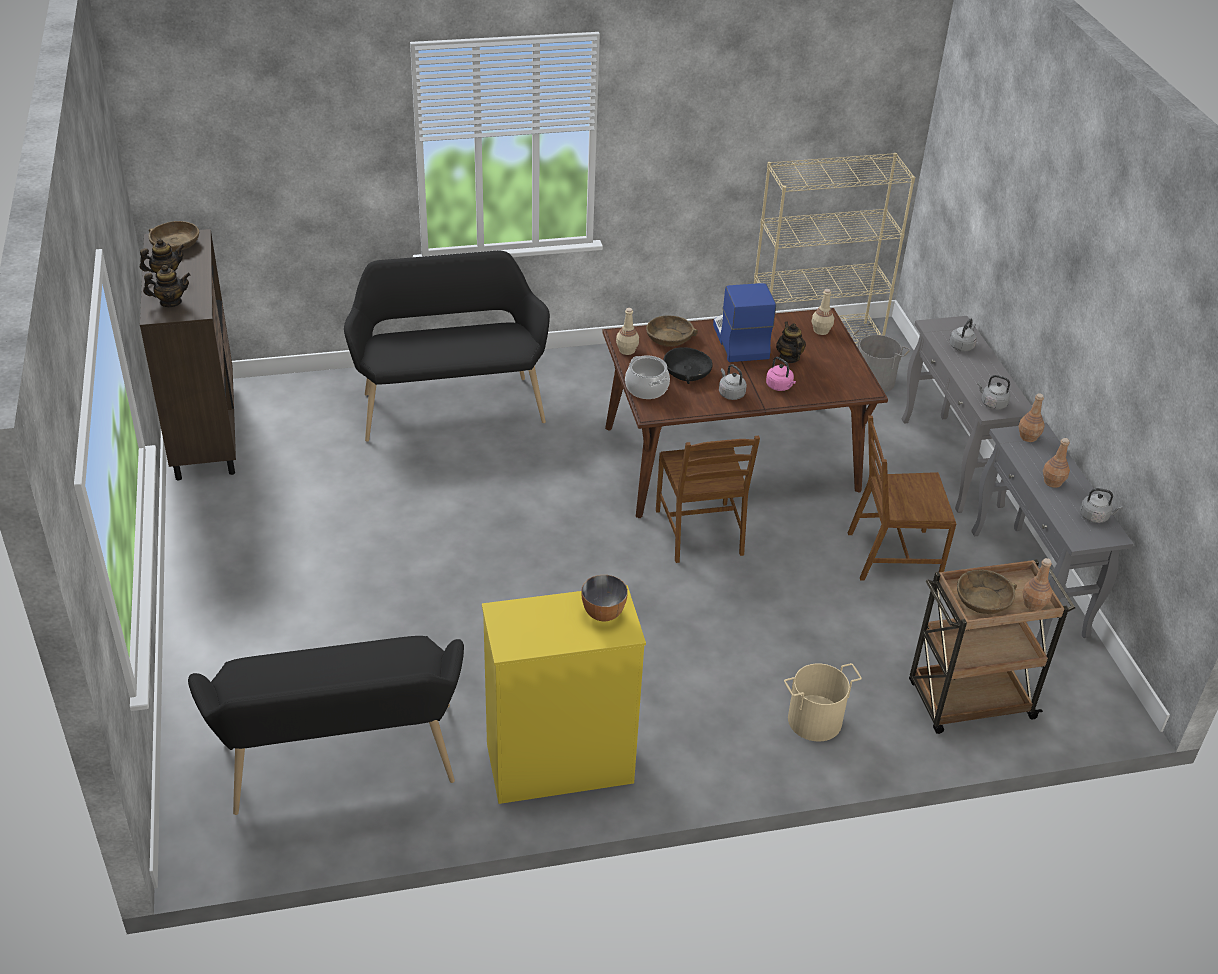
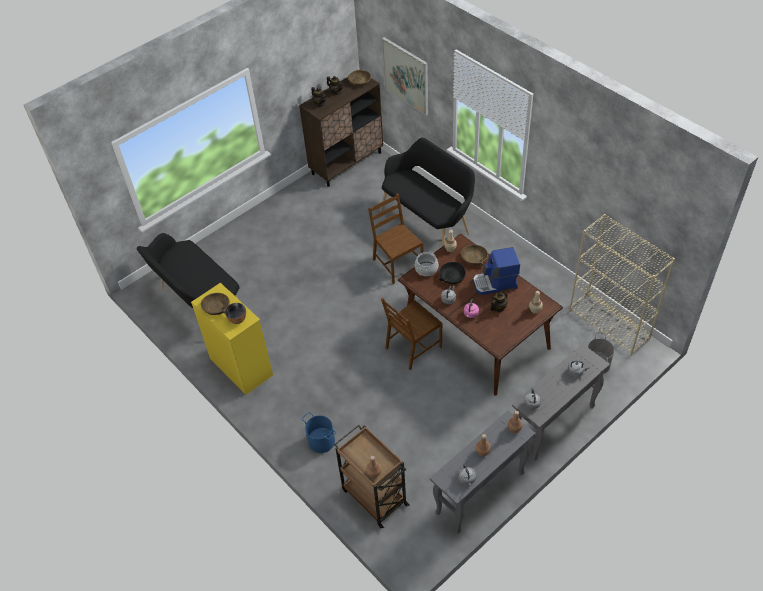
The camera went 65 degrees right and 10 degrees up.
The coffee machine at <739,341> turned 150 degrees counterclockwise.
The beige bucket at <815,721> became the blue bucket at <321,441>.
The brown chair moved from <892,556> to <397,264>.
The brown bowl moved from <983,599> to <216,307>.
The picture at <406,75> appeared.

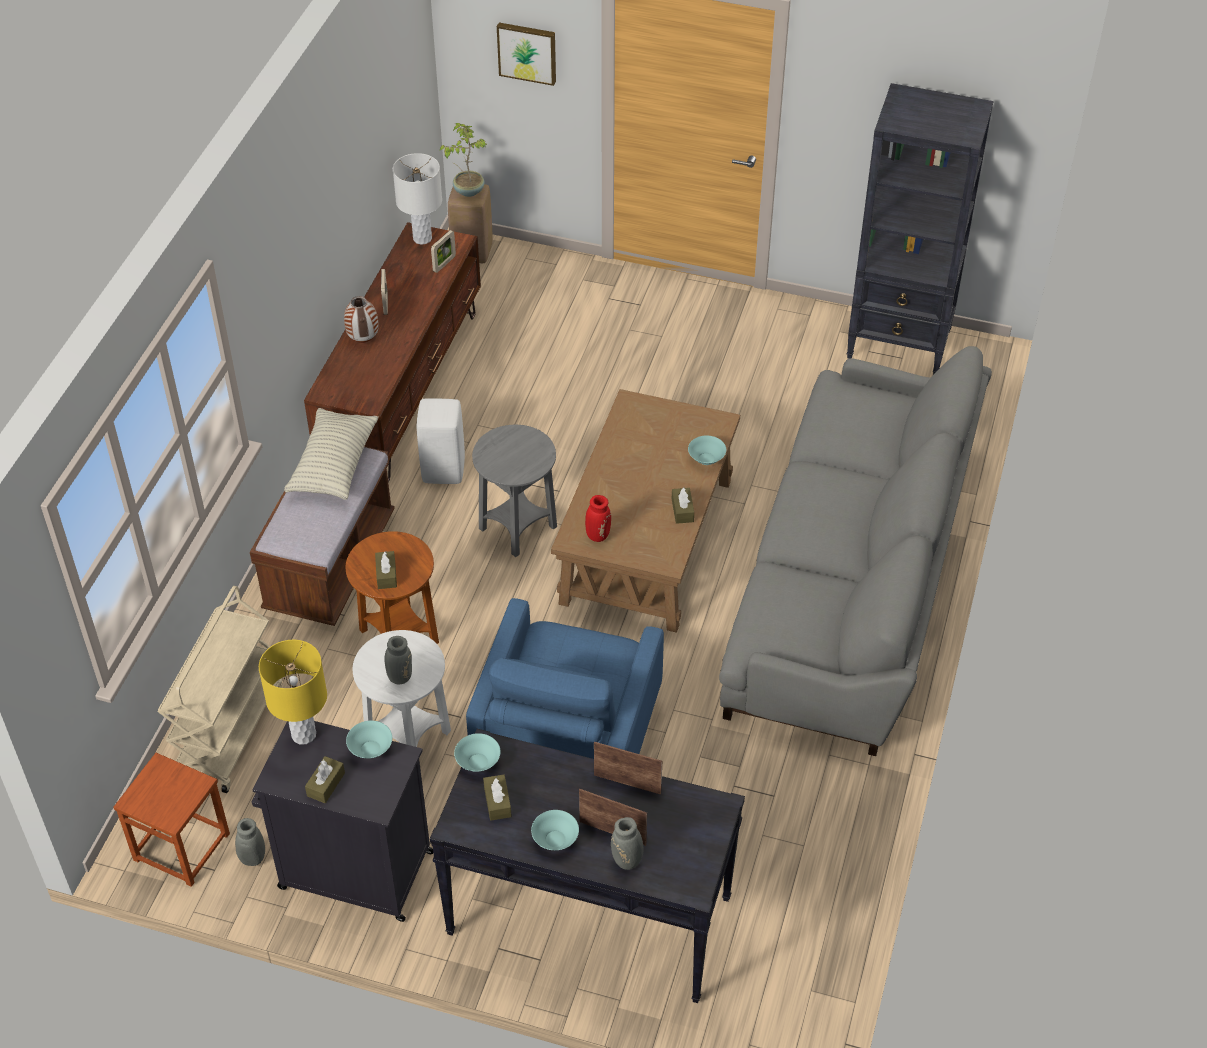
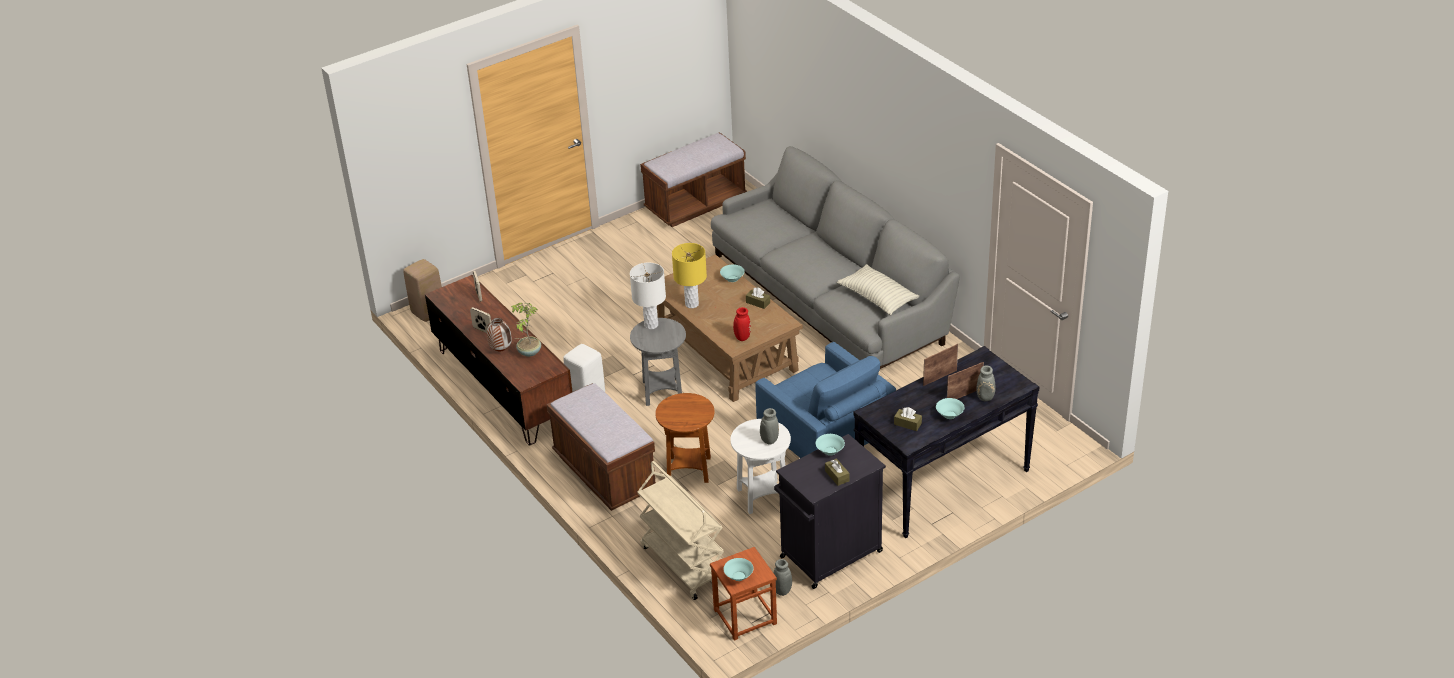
The camera went 50 degrees left and 10 degrees down.
The yellow table lamp moved from <303,735> to <692,304>.
The pillow moved from <333,465> to <877,298>.
The brown tissue box at <386,575> disappeared.
The white table lamp moved from <422,238> to <651,325>.
The potted plant moved from <468,190> to <529,352>.
The turquoise bowl moved from <478,761> to <738,576>.
The picture at <527,52> disappeared.
The black bookcase at <900,344> was replaced by the brown bench at <695,204>.

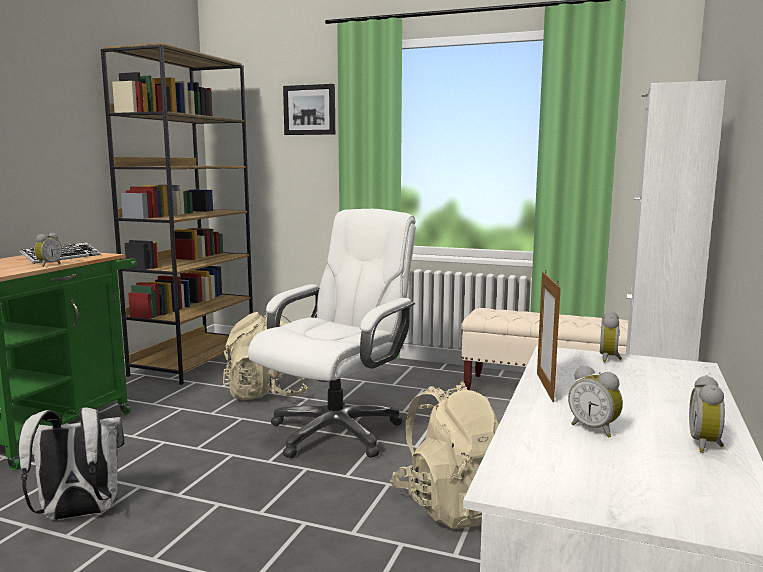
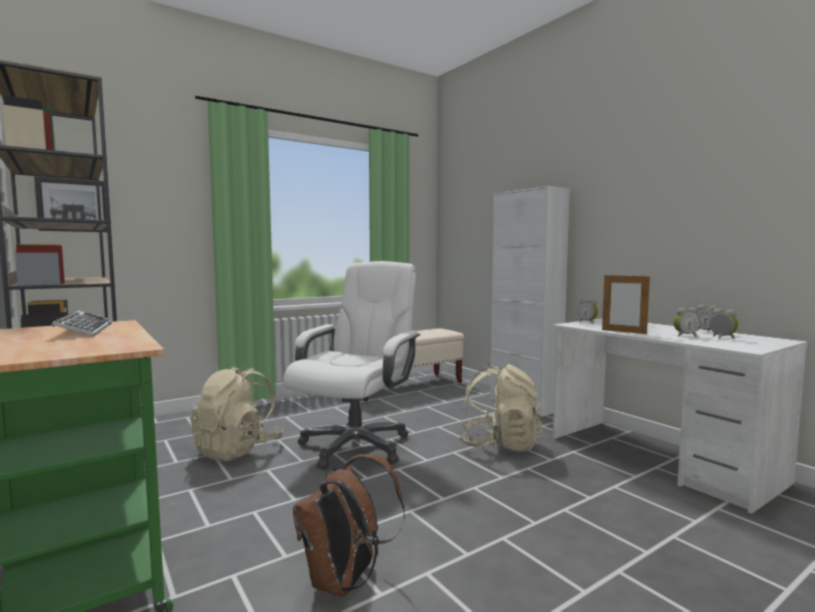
The camera went 55 degrees left and 5 degrees down.
The white backpack at <77,515> became the brown backpack at <345,582>.
The alarm clock moved from <48,265> to <721,338>.
The white office chair at <336,431> turned 45 degrees clockwise.
The picture moved from <310,110> to <73,205>.

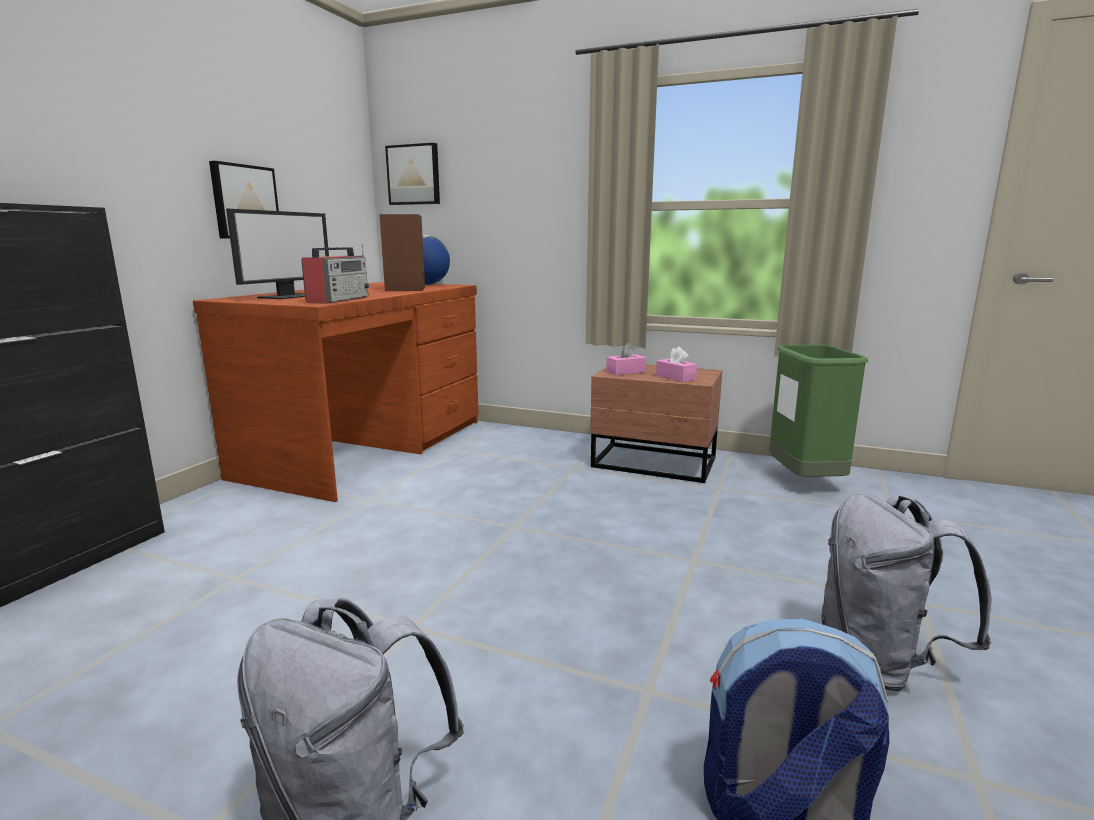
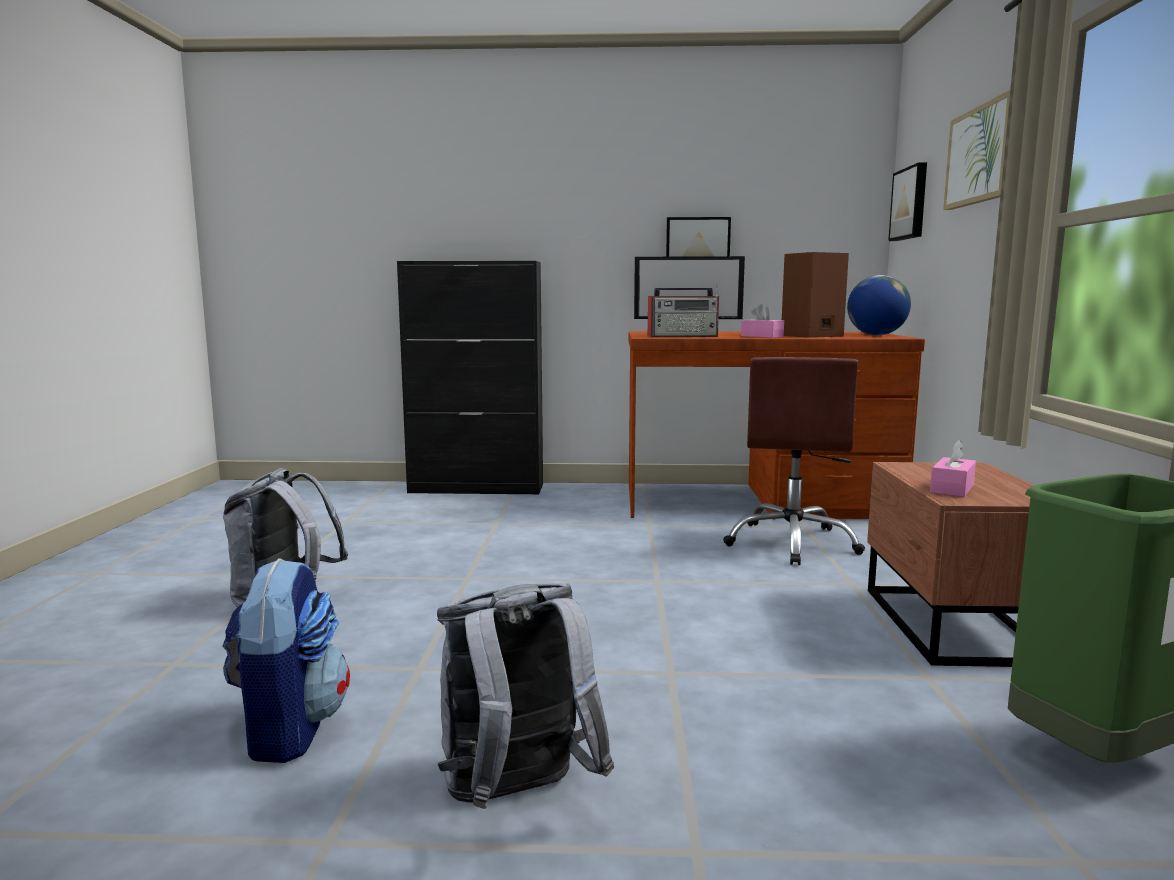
The camera went 70 degrees right and 5 degrees down.
The pink tissue box moved from <625,372> to <762,336>.
The brown office chair at <792,543> appeared.
The picture at <981,155> appeared.

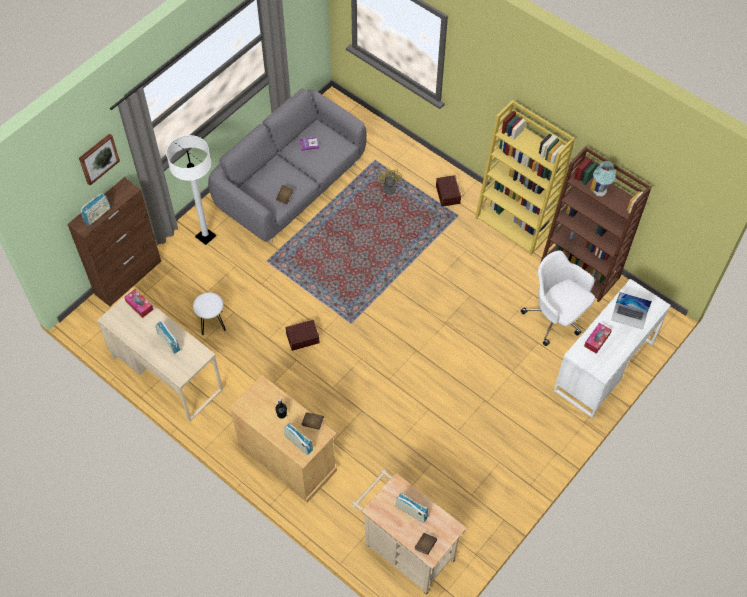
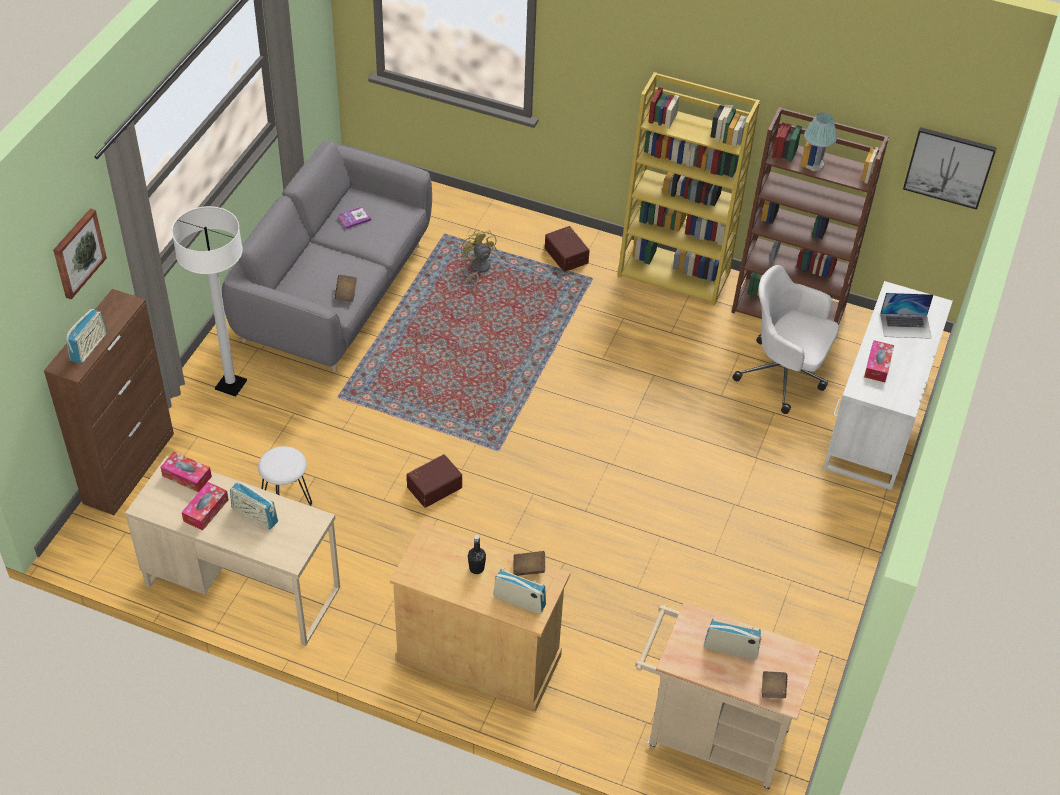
The camera went 20 degrees left and 10 degrees down.
The tissue box at <206,510> appeared.
The picture at <949,167> appeared.

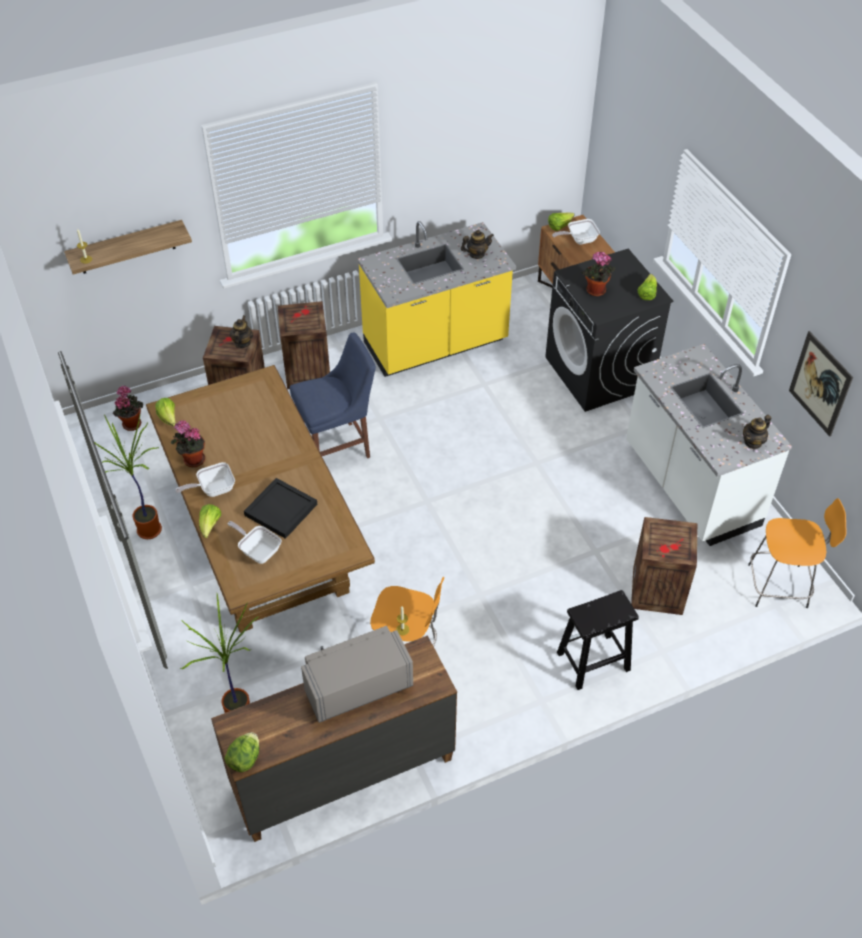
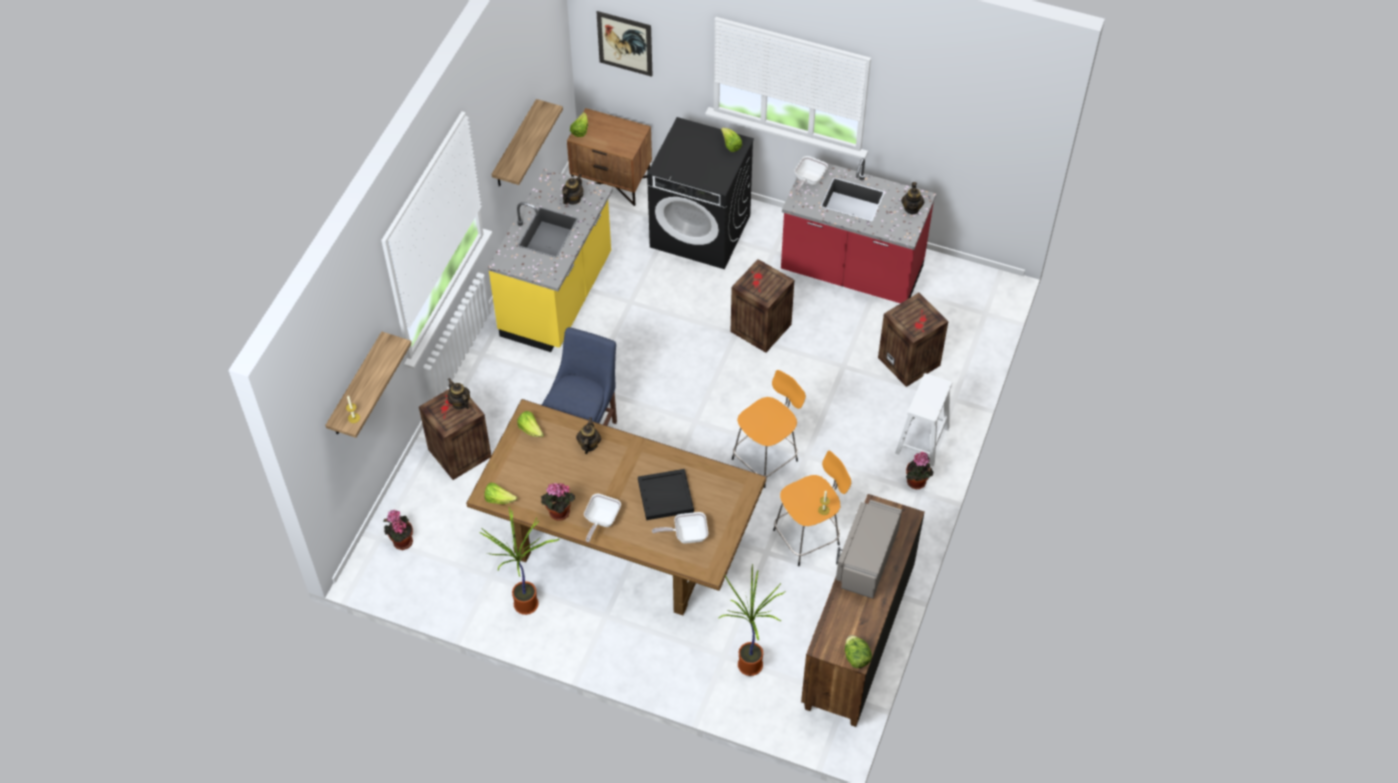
The camera went 45 degrees left and 5 degrees up.
The lettuce moved from <210,526> to <531,430>.
The crate moved from <306,370> to <759,328>.
The frying pan moved from <579,240> to <808,180>.
The black stool at <592,662> became the white stool at <922,441>.
The potted plant moved from <595,291> to <917,483>.
The white counter at <689,486> became the red counter at <851,272>.
The orange stool moved from <780,586> to <766,458>.
The picture moved from <820,384> to <625,43>.
The shelf at <515,146> appeared.
The teapot at <589,445> appeared.

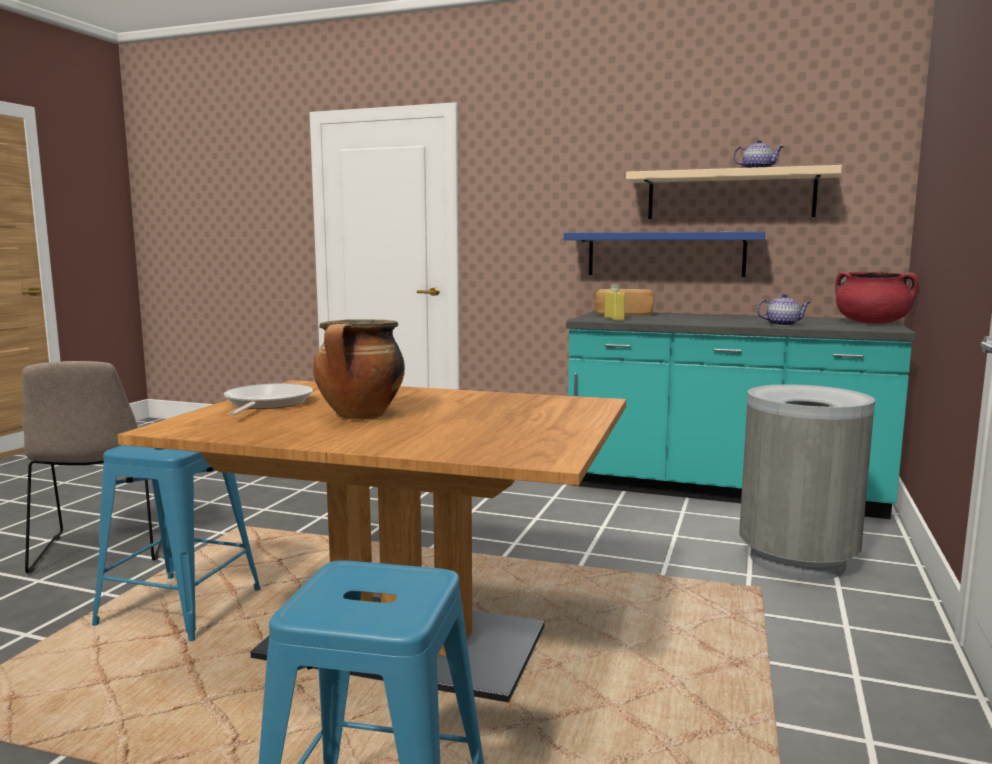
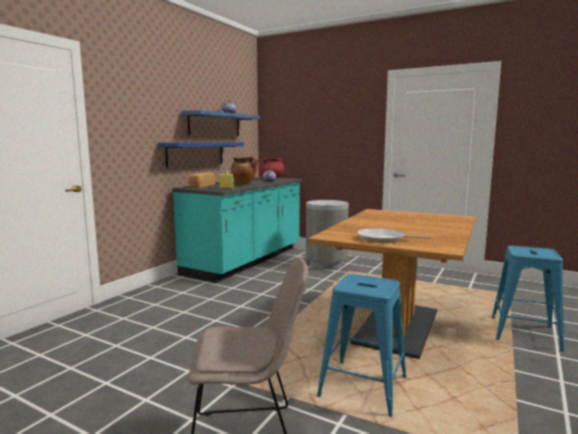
The camera went 80 degrees left and 0 degrees up.
The cooking pot moved from <360,416> to <244,184>.
The beige shelf at <730,195> became the blue shelf at <214,124>.

